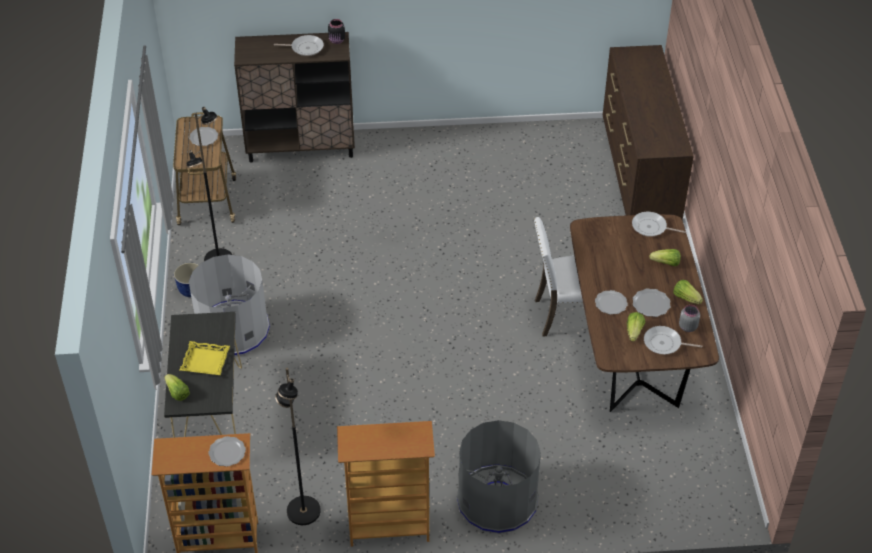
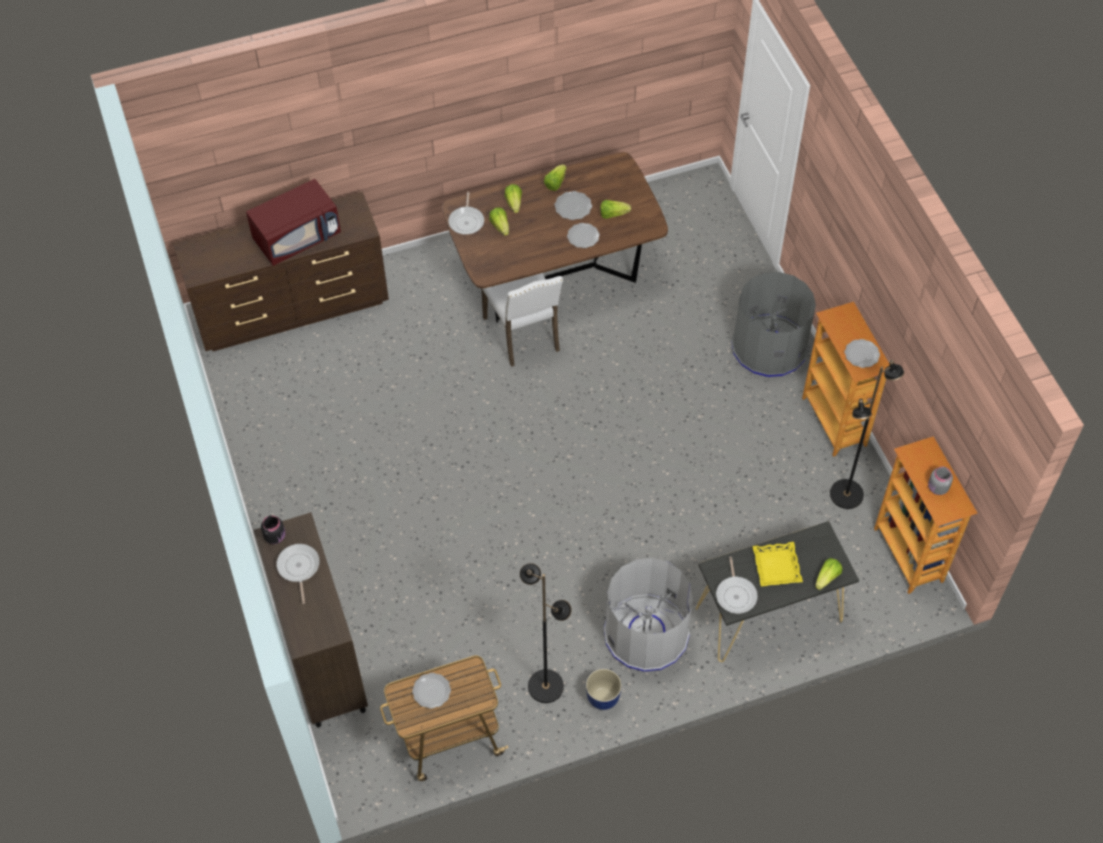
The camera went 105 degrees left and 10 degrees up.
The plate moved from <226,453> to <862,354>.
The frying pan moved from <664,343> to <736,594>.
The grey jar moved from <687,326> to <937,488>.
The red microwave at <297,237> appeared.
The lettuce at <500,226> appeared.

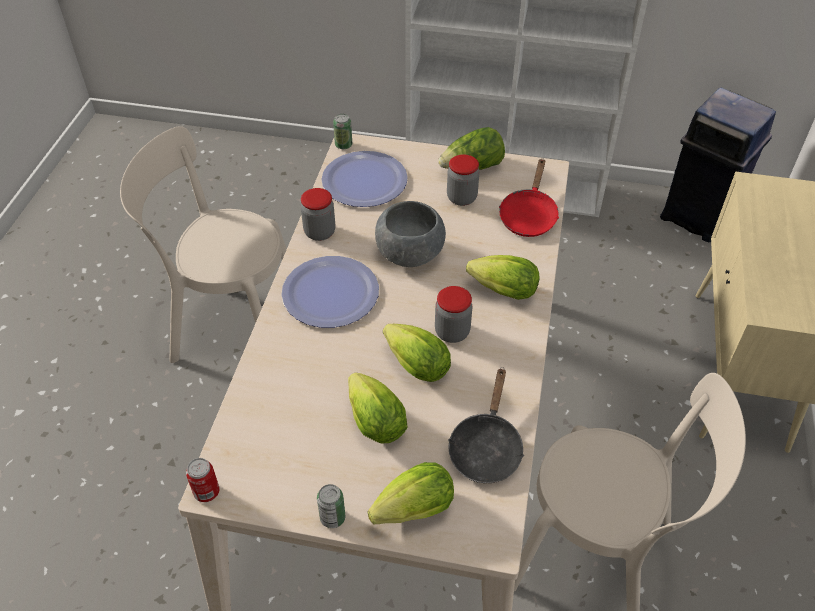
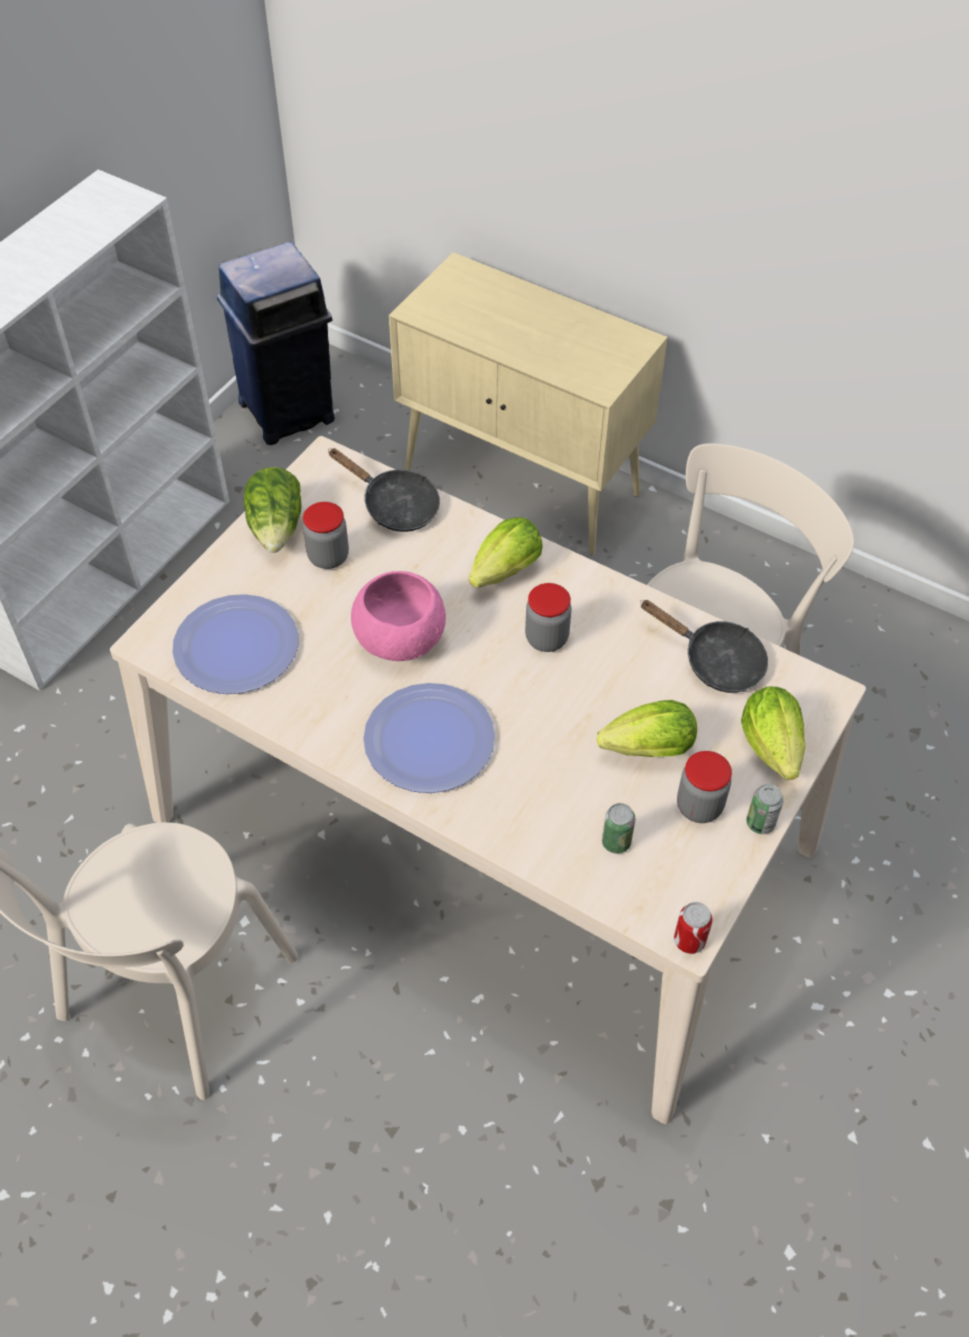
The camera went 70 degrees left and 5 degrees up.
The jar moved from <319,232> to <699,806>.
The can moved from <343,145> to <616,842>.
The grey bowl at <410,253> became the pink bowl at <400,638>.
The lettuce at <413,364> disappeared.
The red frying pan at <528,215> became the black frying pan at <394,505>.

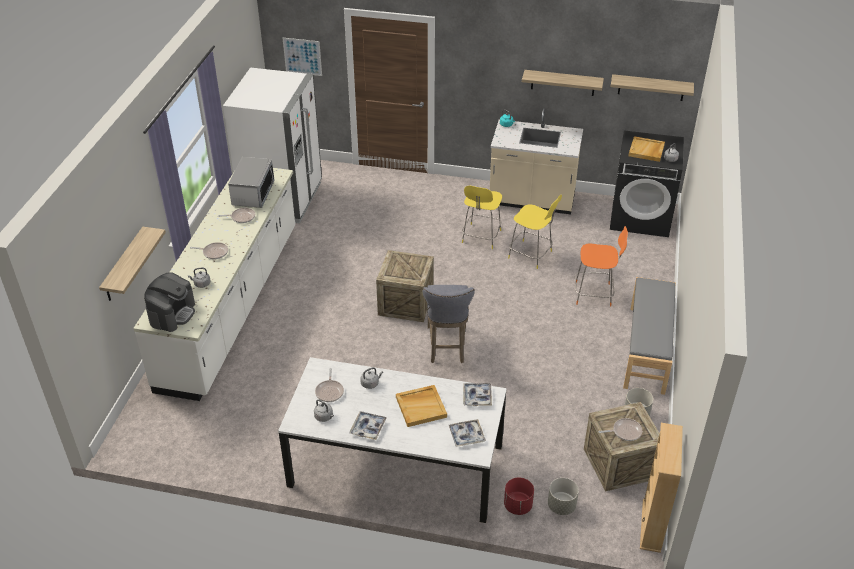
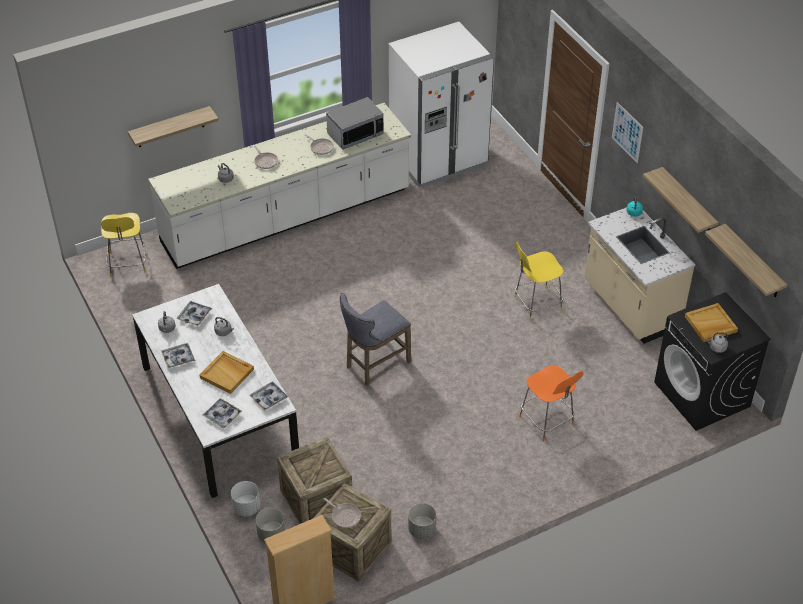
The camera went 50 degrees right and 5 degrees up.
The coffee machine at <172,313> disappeared.
The picture moved from <302,56> to <627,132>.
The frying pan at <330,391> was replaced by the tray at <194,316>.
The crate moved from <405,303> to <316,499>.
The red planter at <518,506> became the white planter at <246,507>.
The yellow chair moved from <531,255> to <127,264>.
The grey bench at <647,349> disappeared.

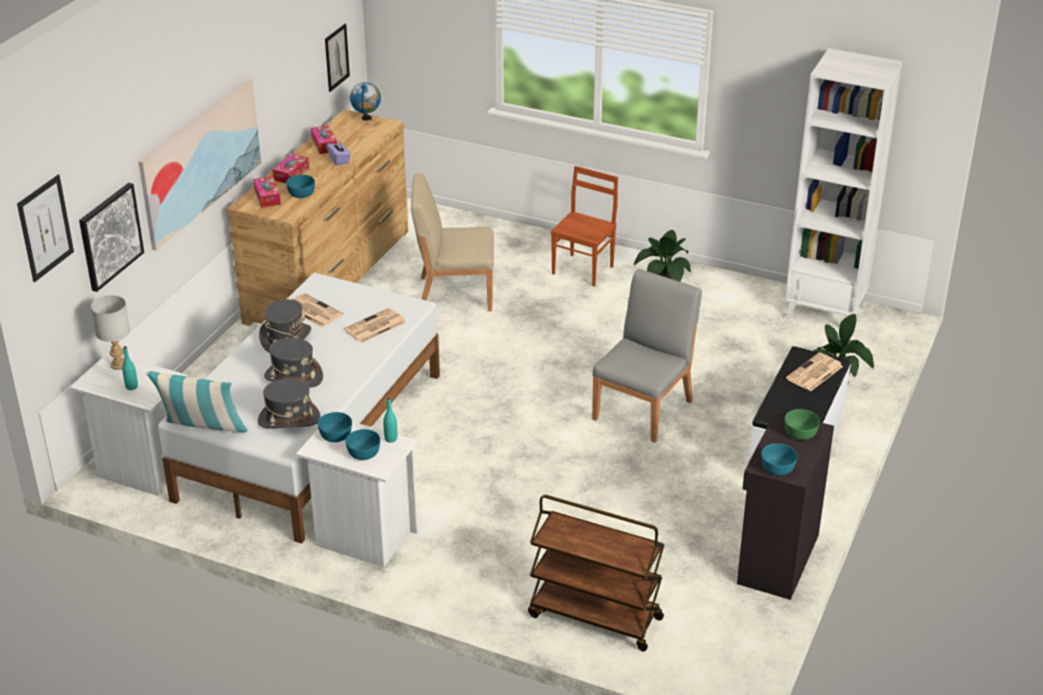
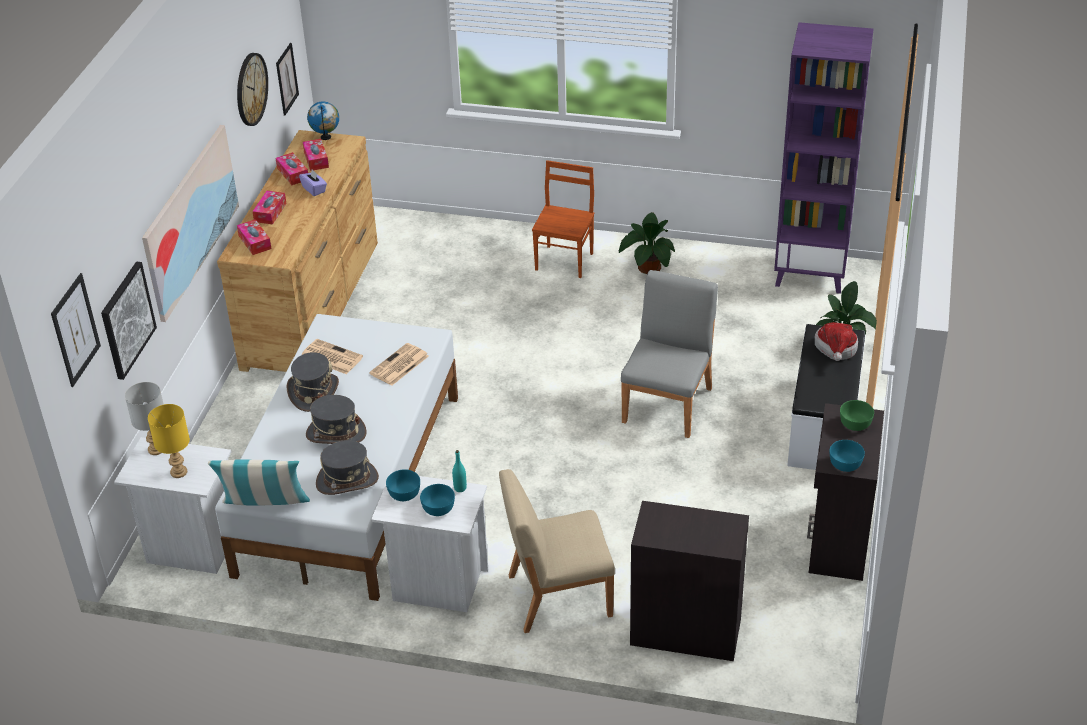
The camera went 10 degrees left and 5 degrees up.
The turquoise bottle at <131,387> was replaced by the yellow table lamp at <178,472>.
The turquoise bowl at <302,193> disappeared.
The beige chair moved from <454,293> to <558,595>.
The brown cart at <594,617> was replaced by the black cabinet at <685,630>.
The white bookcase at <825,311> became the purple bookcase at <811,273>.
The newspaper at <814,373> was replaced by the hat at <836,350>.
The wall clock at <251,89> appeared.
The tissue box at <316,159> appeared.

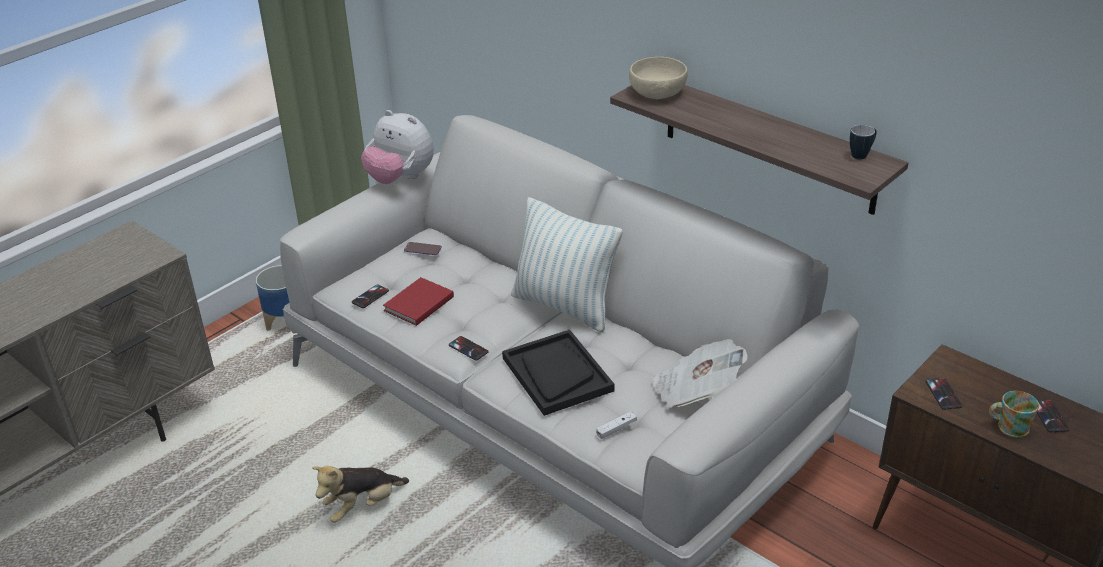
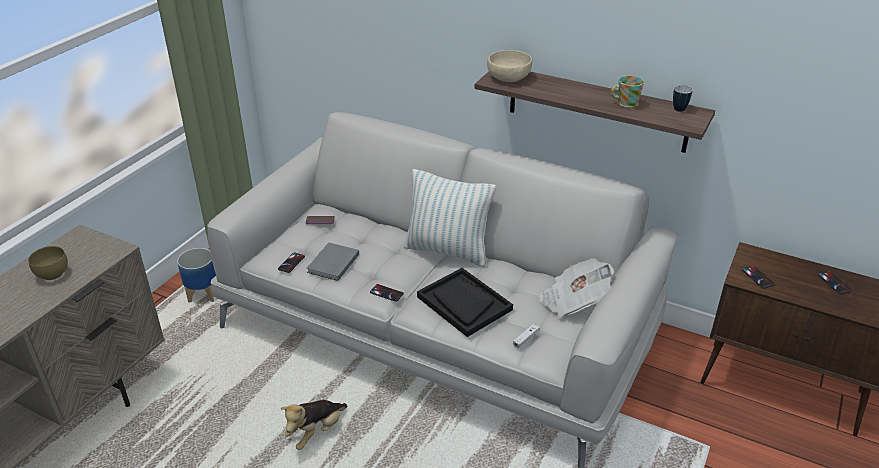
The camera went 15 degrees left and 0 degrees up.
The plush toy at <400,179> disappeared.
The red book at <417,304> became the grey book at <332,264>.
The mug moved from <1008,427> to <624,103>.
The brown bowl at <51,274> appeared.

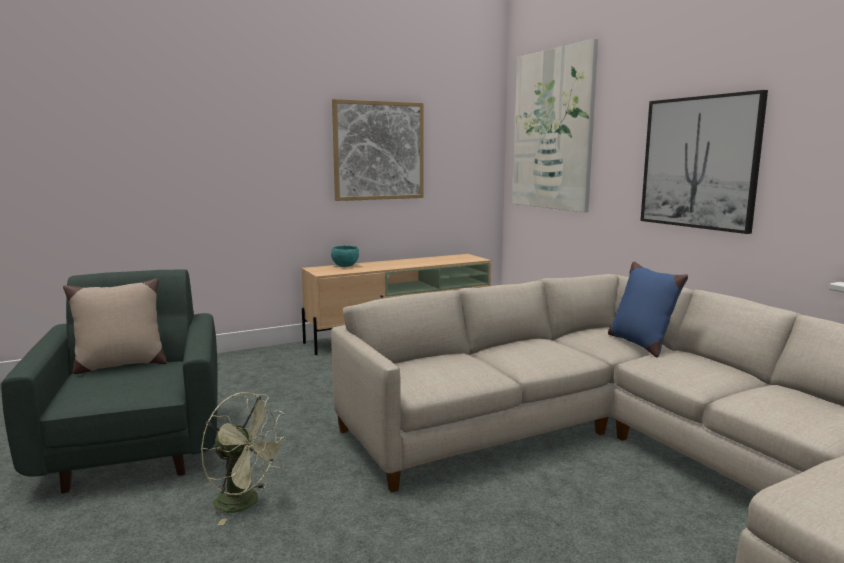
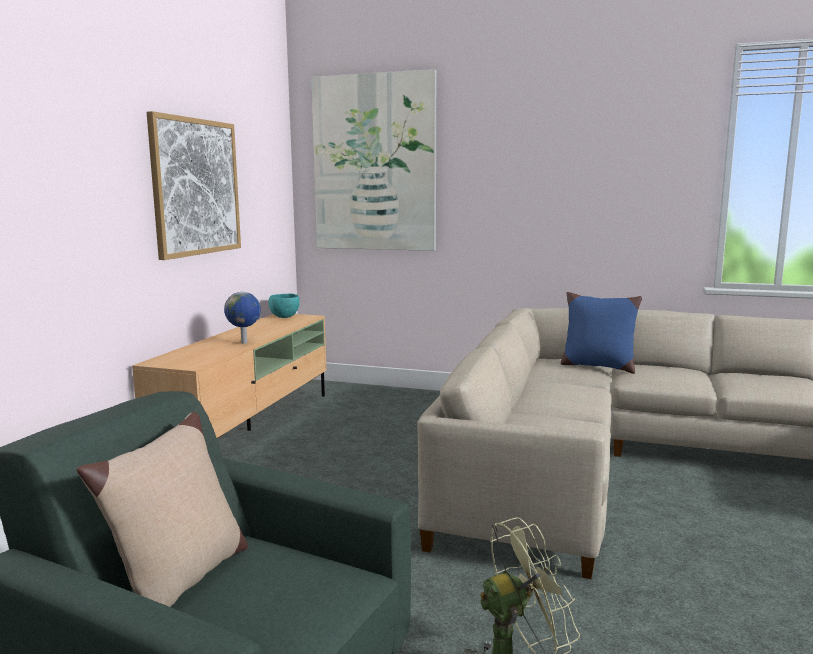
The camera went 45 degrees left and 0 degrees up.
The turquoise bowl moved from <345,266> to <284,316>.
The picture at <699,162> disappeared.
The globe at <245,343> appeared.

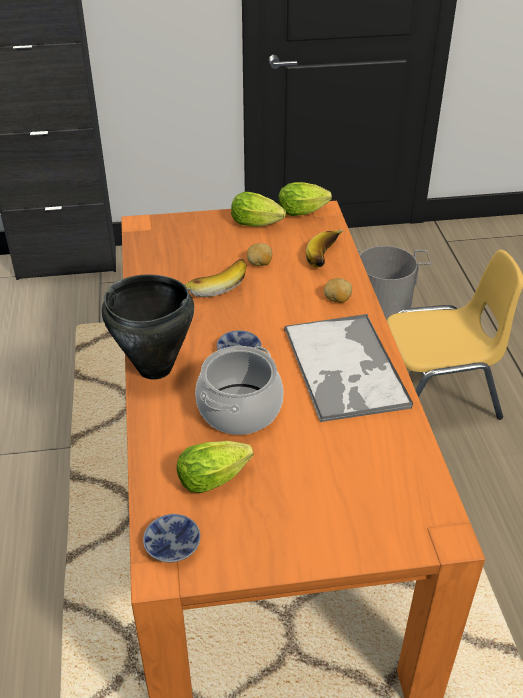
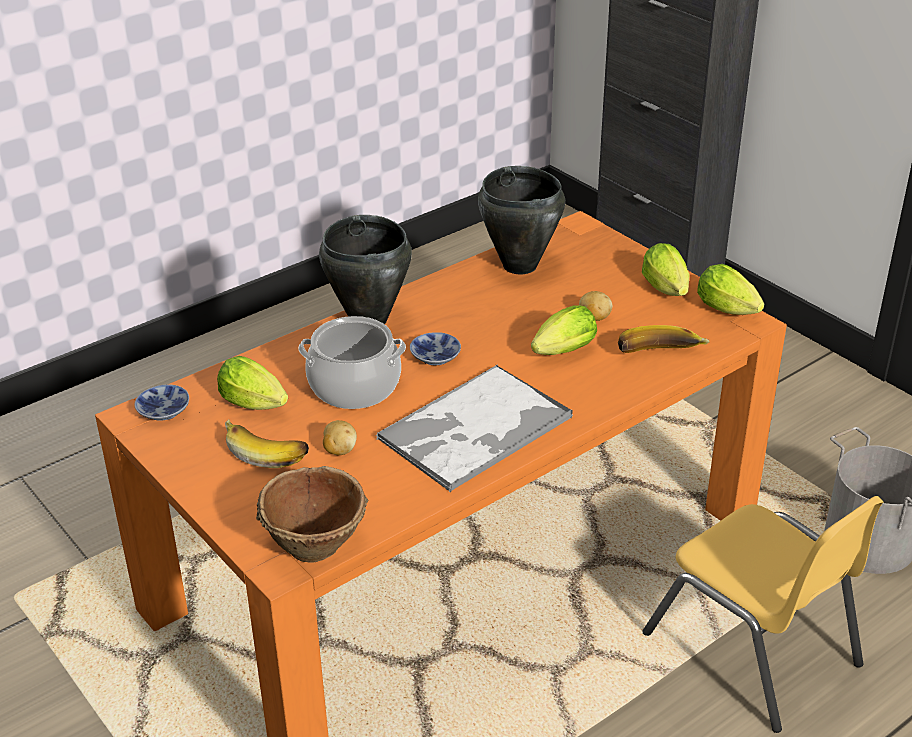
The camera went 60 degrees right and 5 degrees down.
The banana moved from <214,285> to <267,451>.
The potato moved from <337,300> to <339,450>.
The brown bowl at <316,544> appeared.
The black cooking pot at <519,266> appeared.
The lettuce at <561,353> appeared.

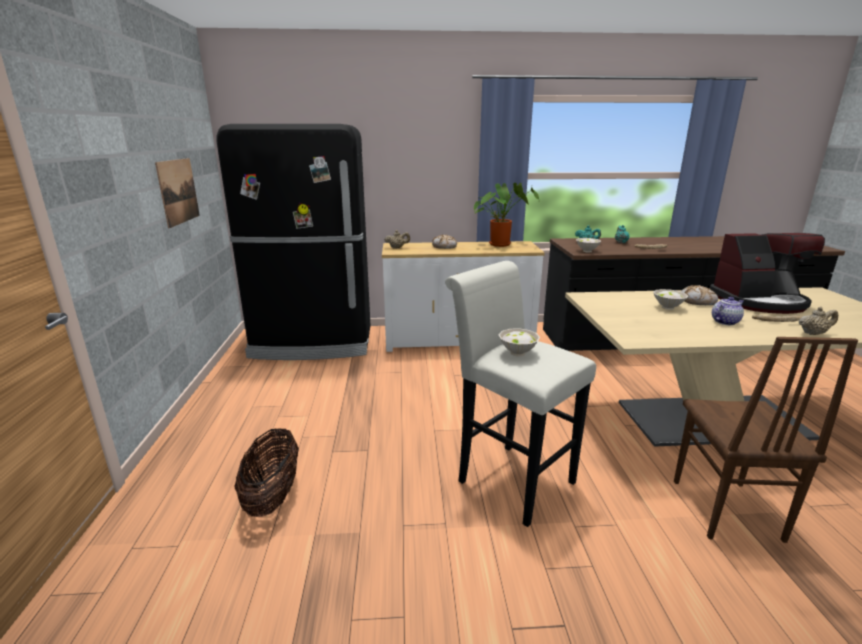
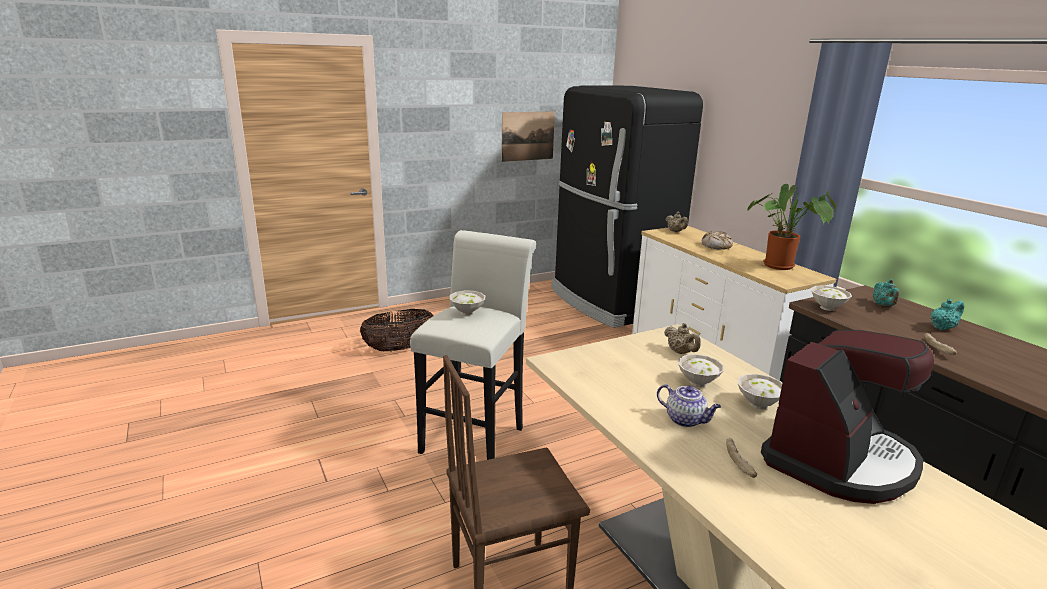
The camera went 65 degrees right and 0 degrees up.
The bread at <697,301> was replaced by the white bowl at <759,405>.
The coffee machine at <759,302> turned 105 degrees counterclockwise.
The beige teapot moved from <813,333> to <680,352>.

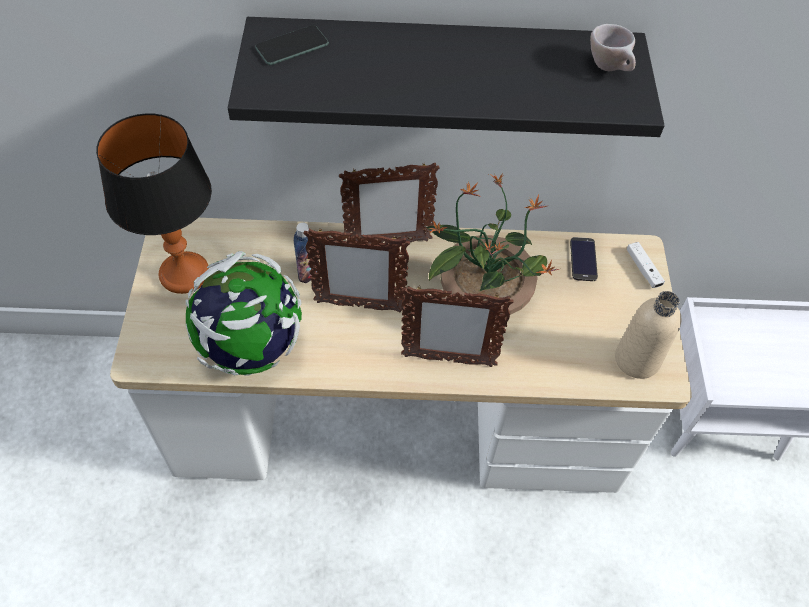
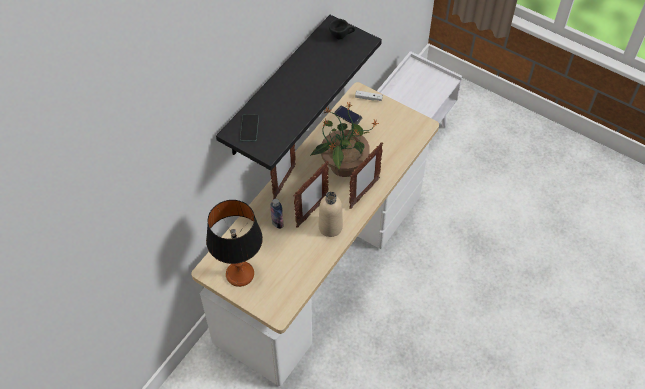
The camera went 55 degrees left and 0 degrees up.
The globe at <251,348> disappeared.
The beige cup at <610,68> became the black cup at <341,36>.
The beige bottle moved from <637,359> to <330,227>.

